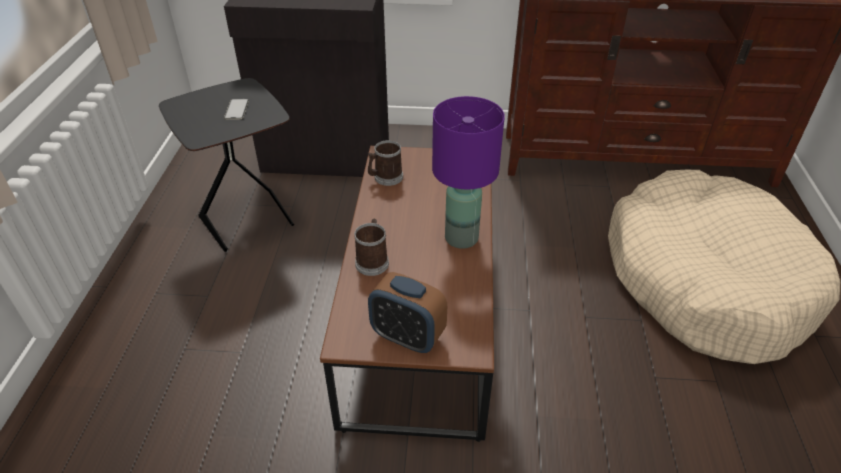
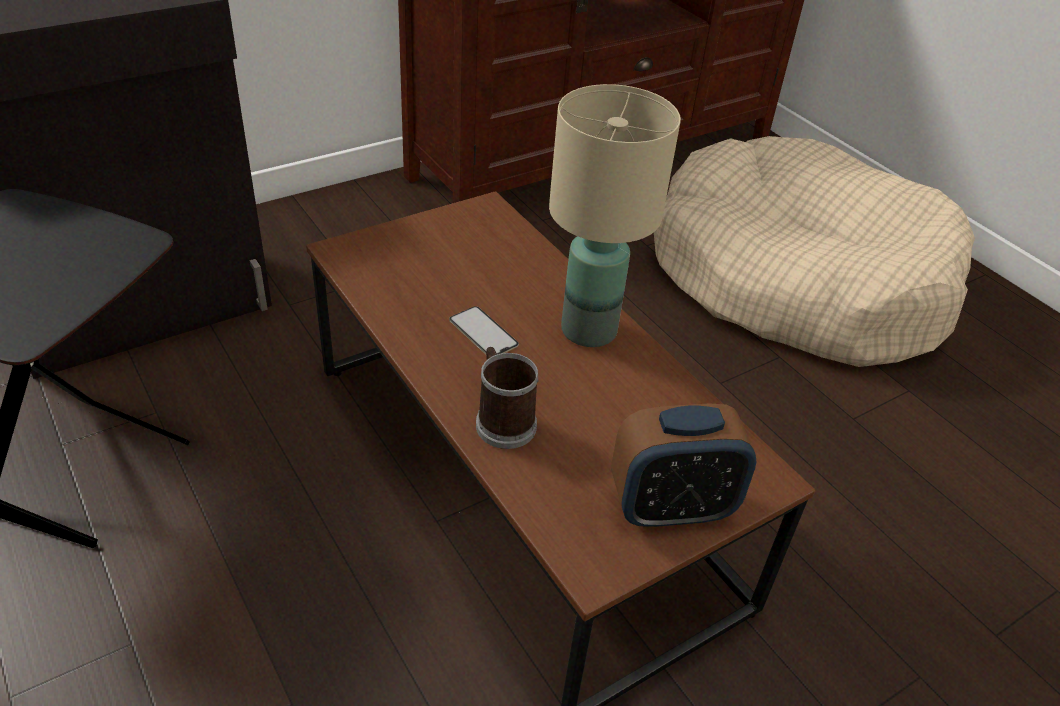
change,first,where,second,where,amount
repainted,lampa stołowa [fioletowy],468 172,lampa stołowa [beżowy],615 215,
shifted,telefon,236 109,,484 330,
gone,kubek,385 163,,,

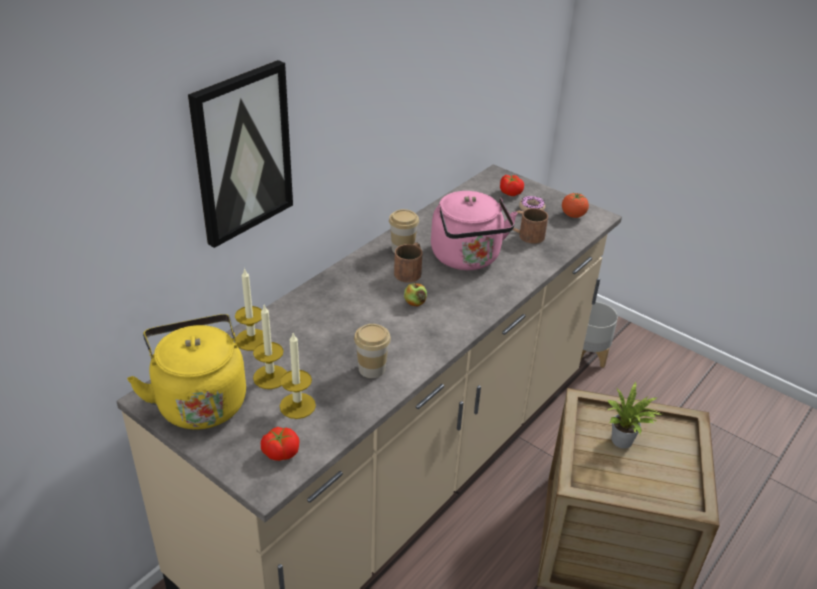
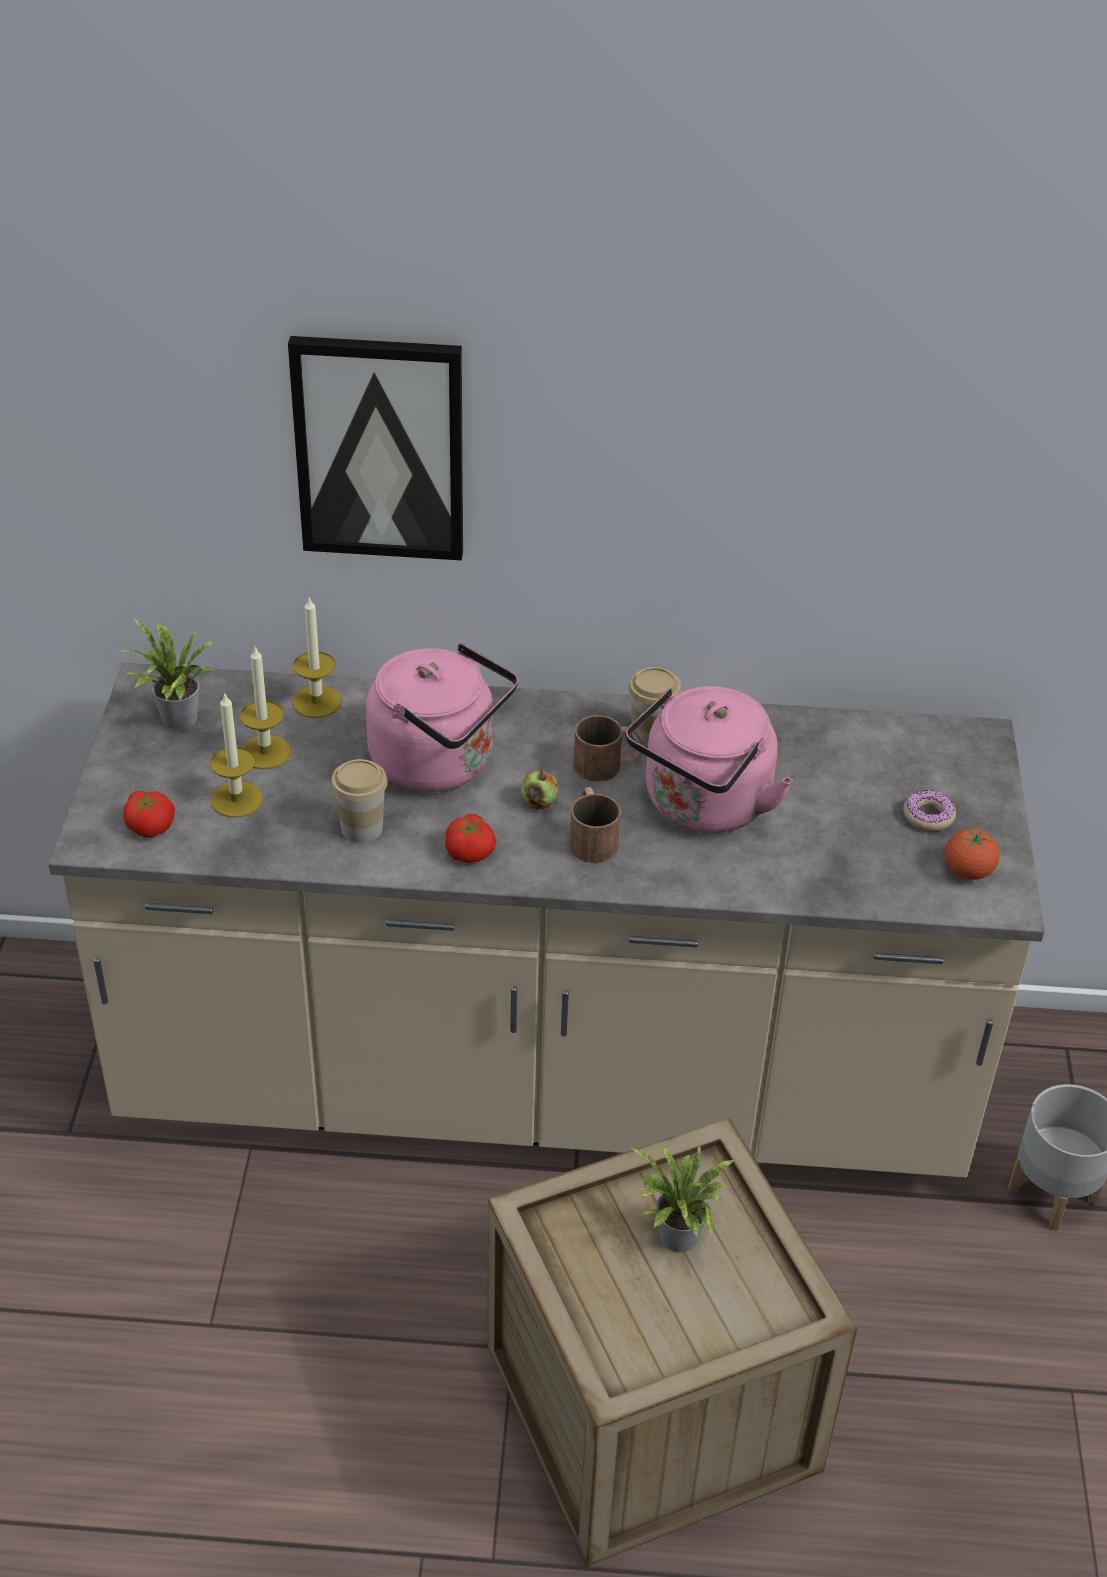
change,first,where,second,where,amount
shifted,pomidor,512 185,,470 838,
shifted,kubek [brązowy],530 226,,595 825,
swapped,czajnik [żółty],186 372,roślina doniczkowa,167 673,
new,,,czajnik [różowy],442 717,

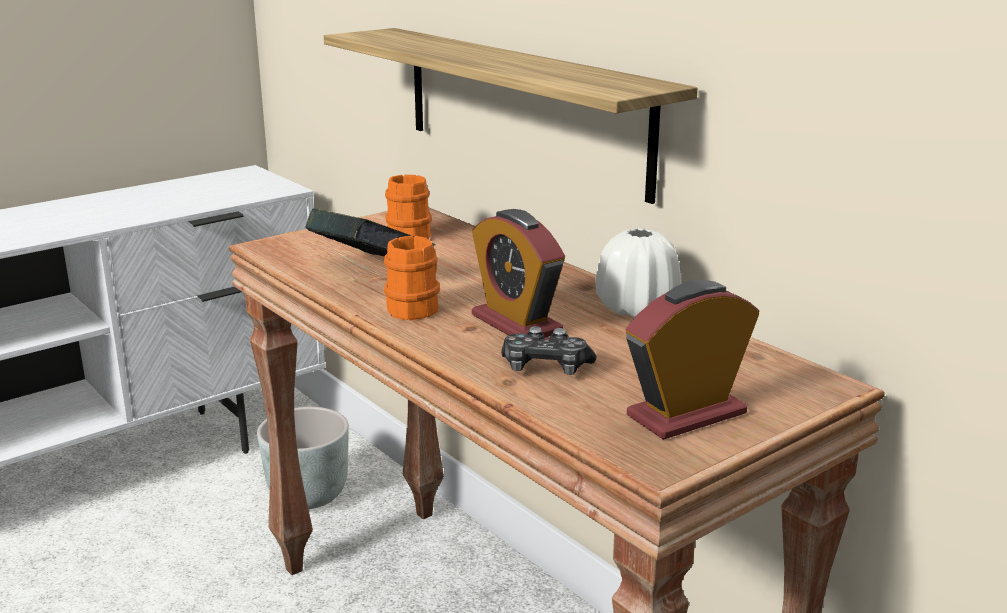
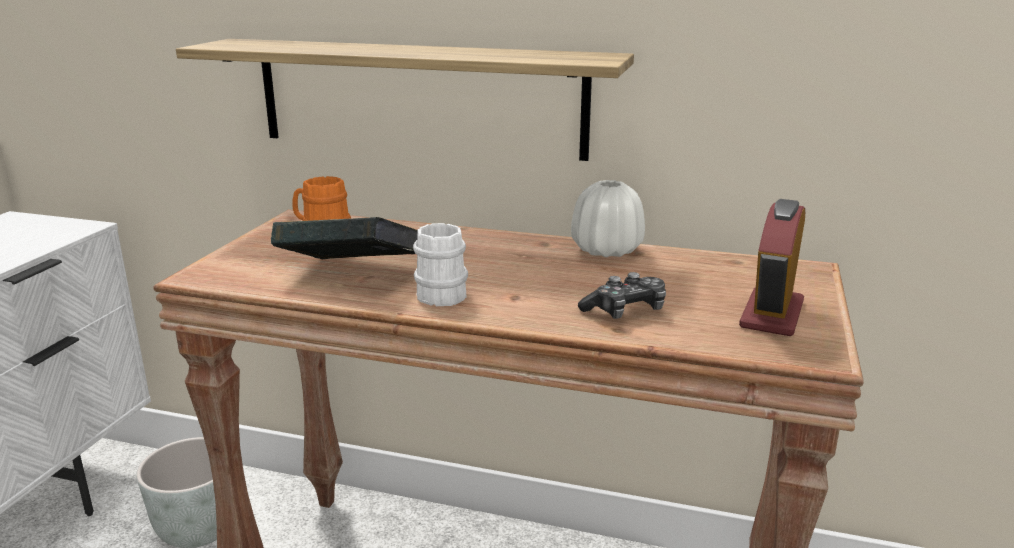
change,first,where,second,where,amount
gone,budzik,518 273,,,
repainted,kubek [pomarańczowy],412 278,kubek [biały],440 264,

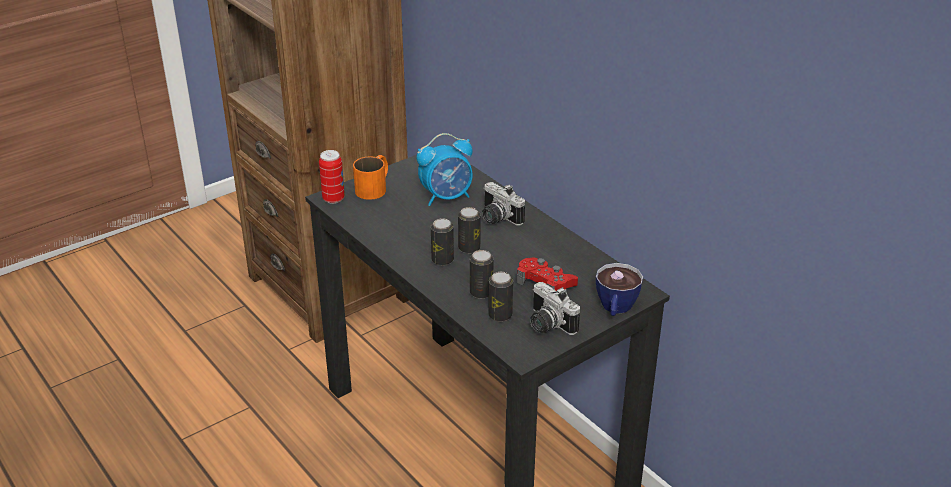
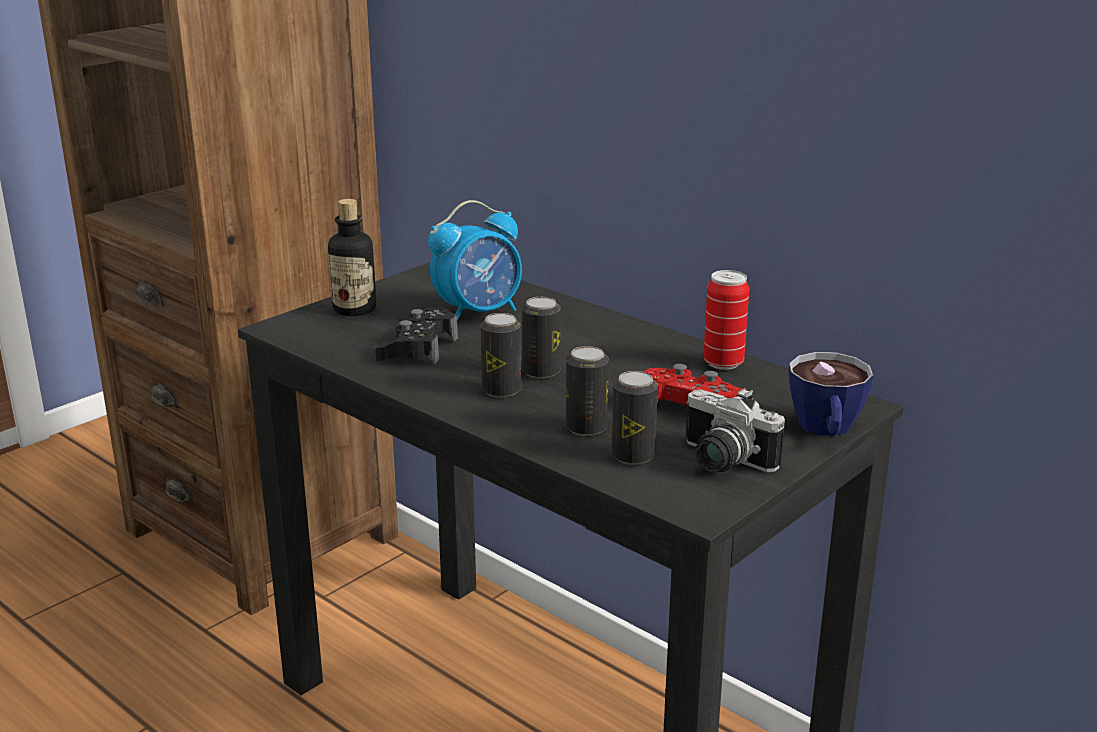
change,first,where,second,where,amount
shifted,puszka,332 177,,726 320,
swapped,kubek [pomarańczowy],370 177,butelka,352 257,
gone,aparat fotograficzny,503 204,,,
new,,,pad do gier [czarny],416 335,

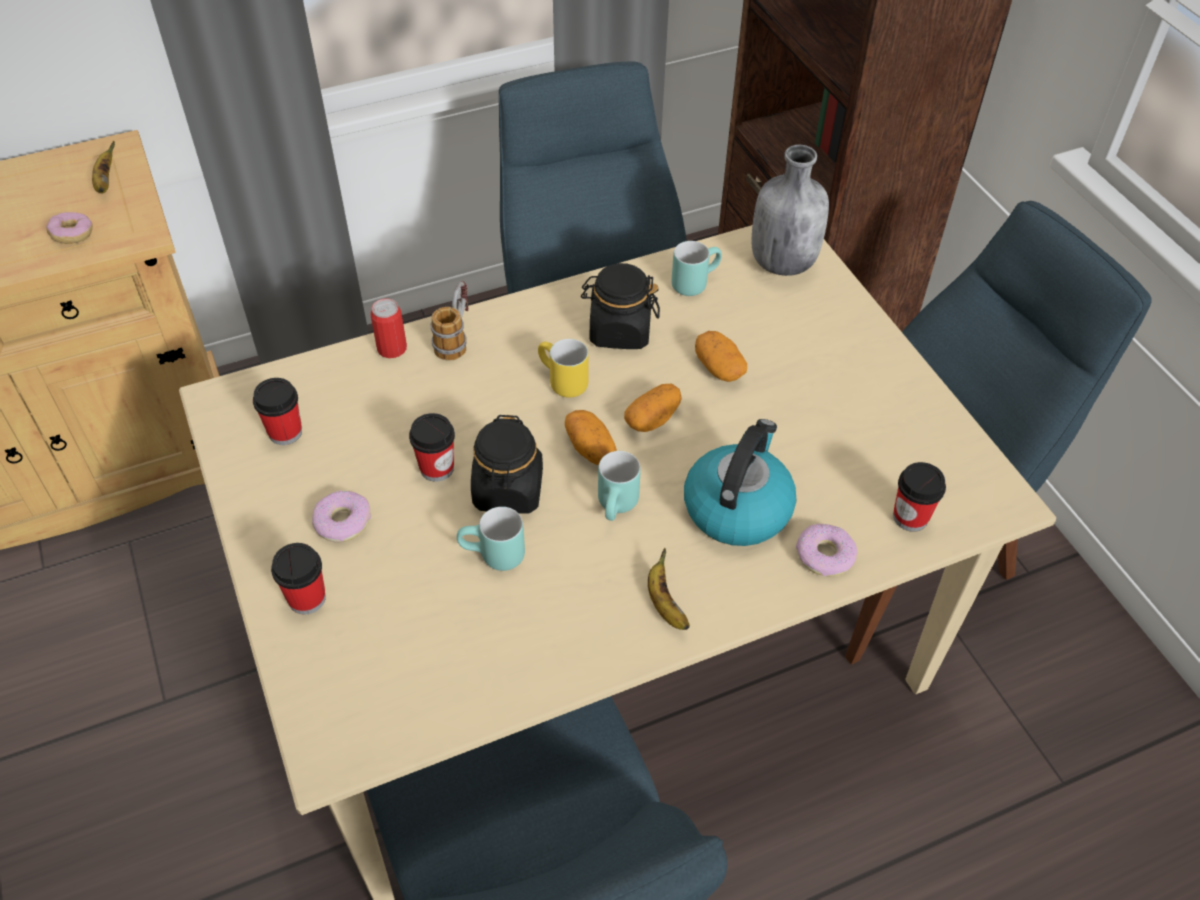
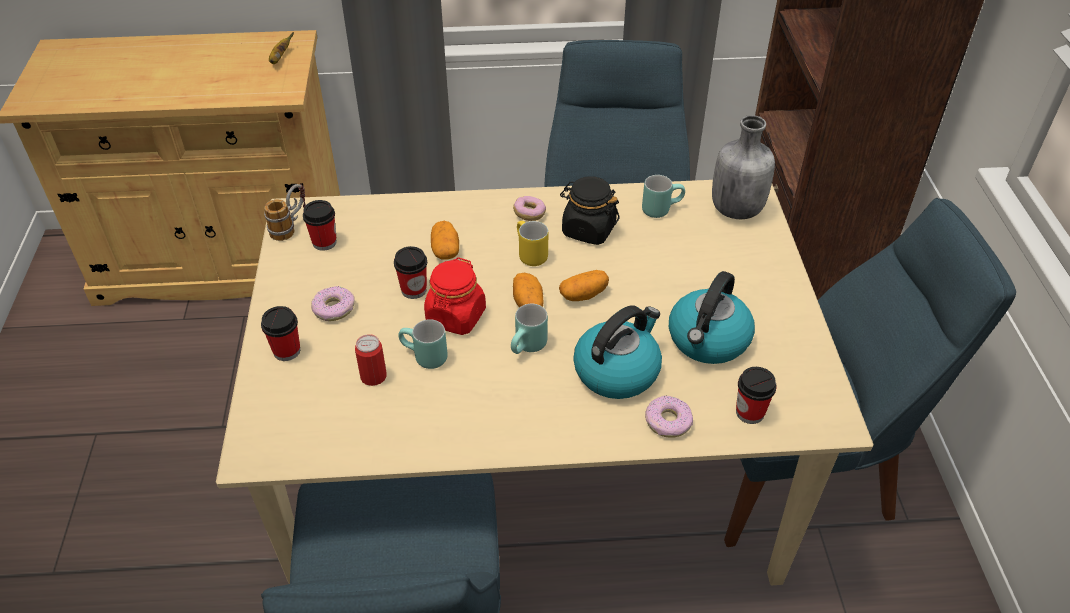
change,first,where,second,where,amount
shifted,donut,69 228,,529 208,
shifted,kubek,450 321,,285 212,
shifted,puszka,389 328,,371 360,
shifted,ziemniak,721 356,,445 240,
repainted,słoik [czarny],507 464,słoik [czerwony],455 296,
gone,banan,669 589,,,
new,,,czajnik,712 317,

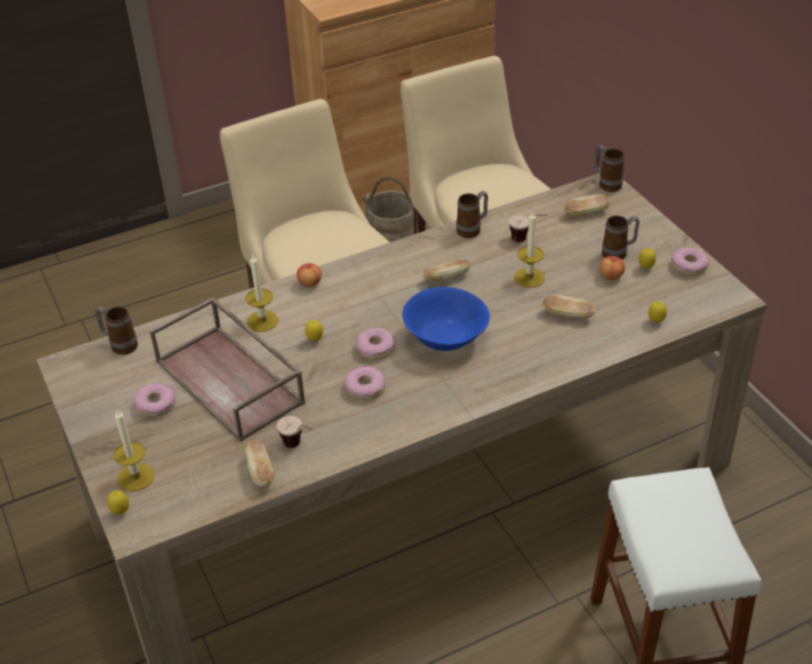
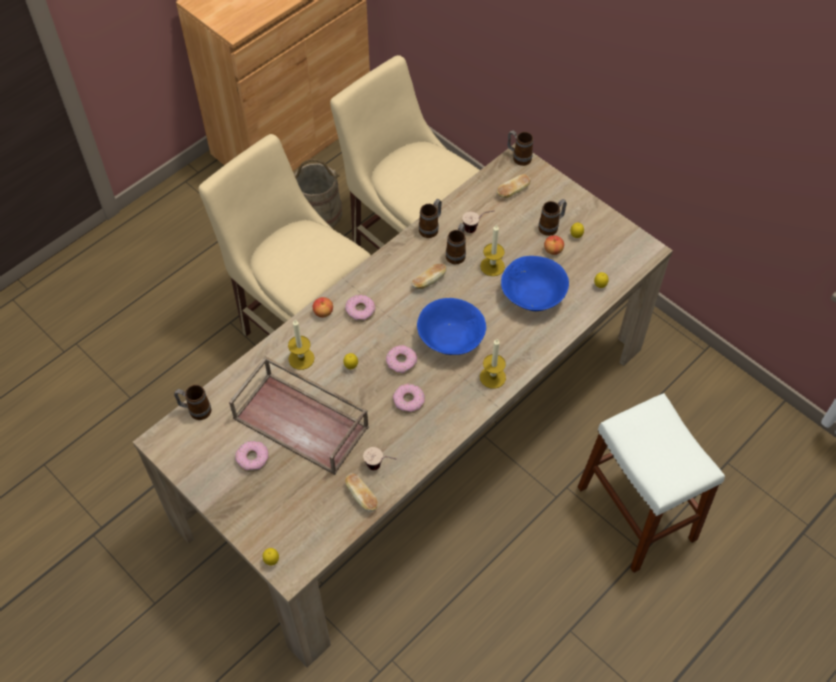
change,first,where,second,where,amount
shifted,donut,690 261,,360 308,
swapped,chleb,569 306,miska [niebieski],535 283,
shifted,świeca,133 450,,493 364,
new,,,kubek,456 243,

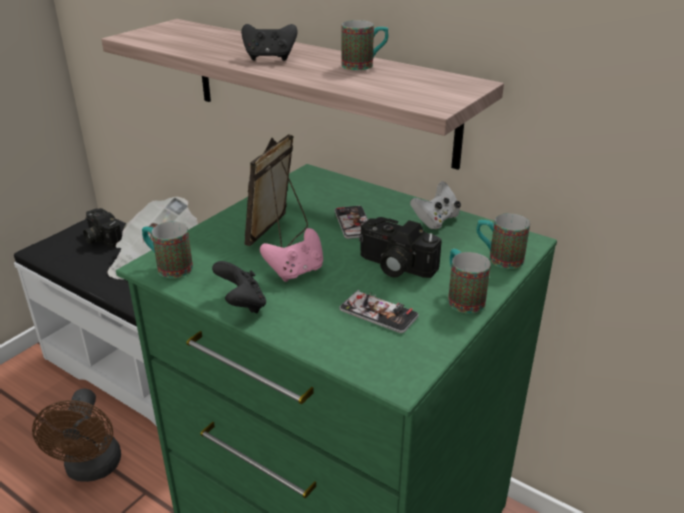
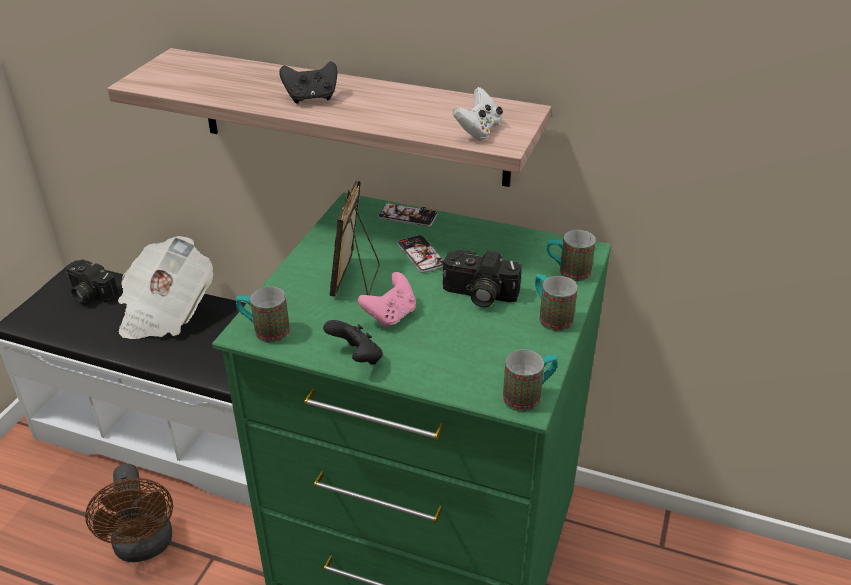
change,first,where,second,where,amount
shifted,kubek,365 45,,530 381,
shifted,pad do gier [biały],435 205,,478 113,
shifted,telefon,379 311,,408 214,

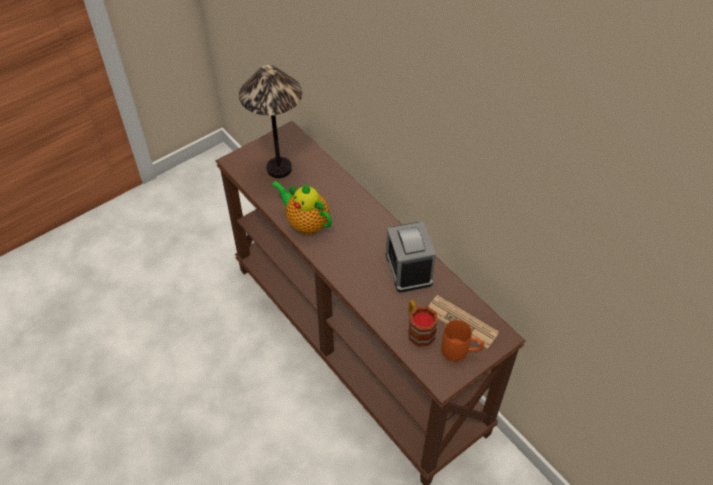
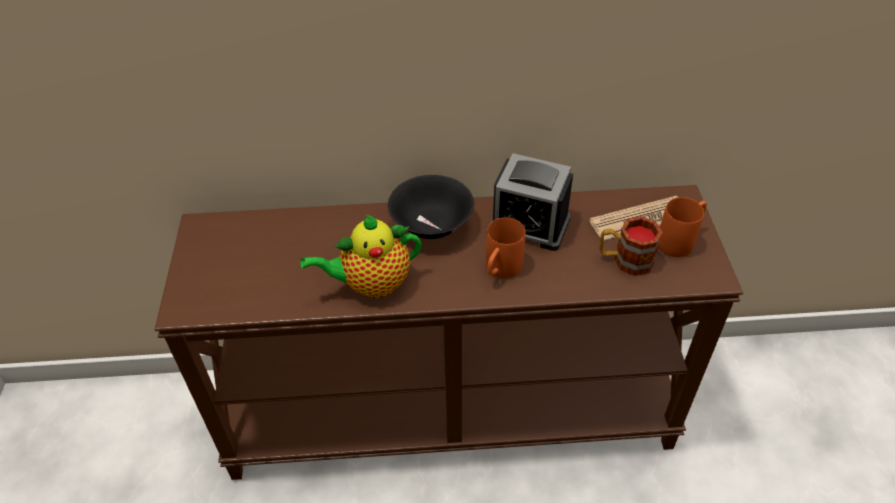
change,first,where,second,where,amount
gone,lampa stołowa,270 121,,,
new,,,miska [czarny],431 207,
new,,,kubek [pomarańczowy],505 247,

